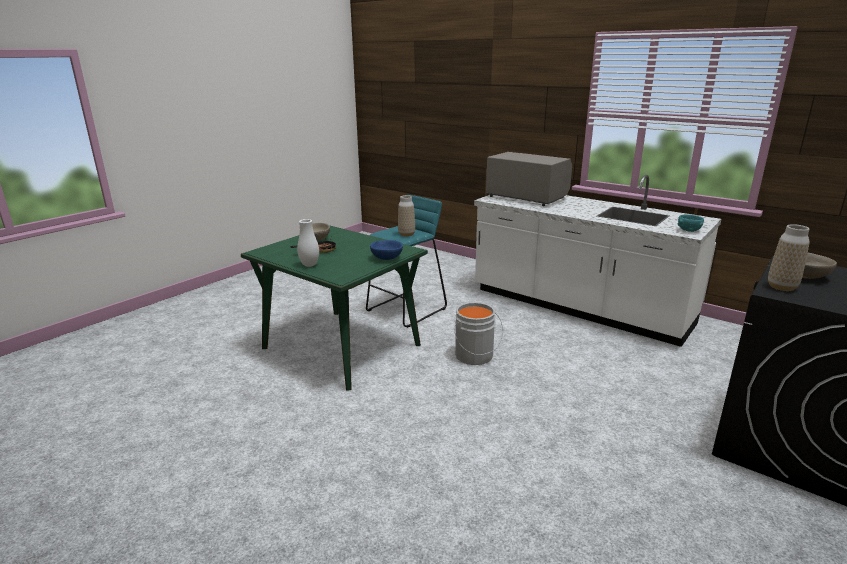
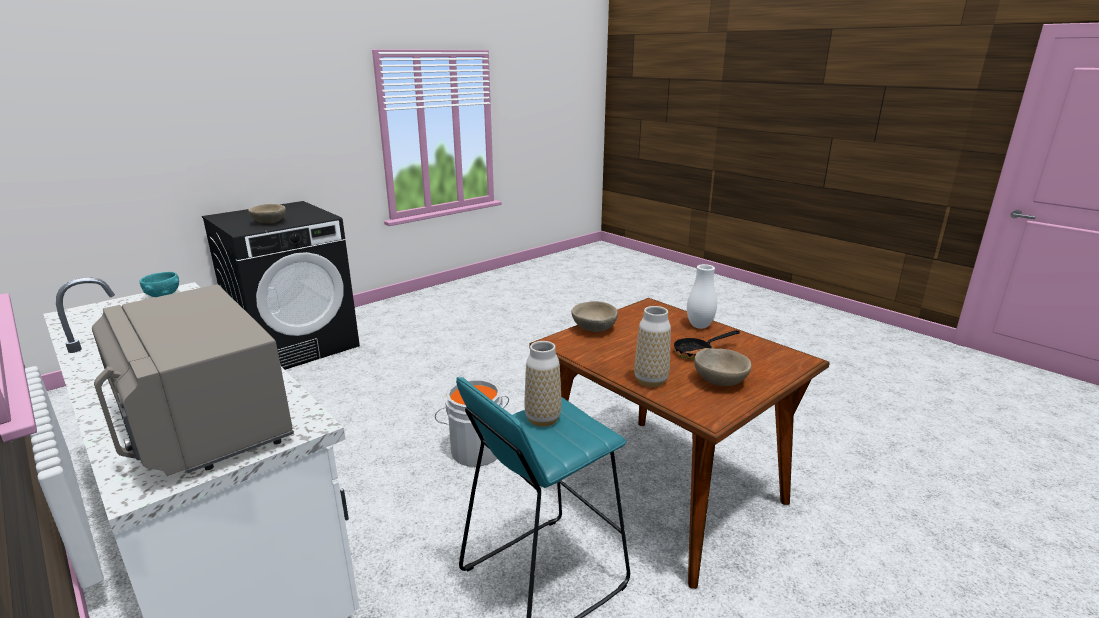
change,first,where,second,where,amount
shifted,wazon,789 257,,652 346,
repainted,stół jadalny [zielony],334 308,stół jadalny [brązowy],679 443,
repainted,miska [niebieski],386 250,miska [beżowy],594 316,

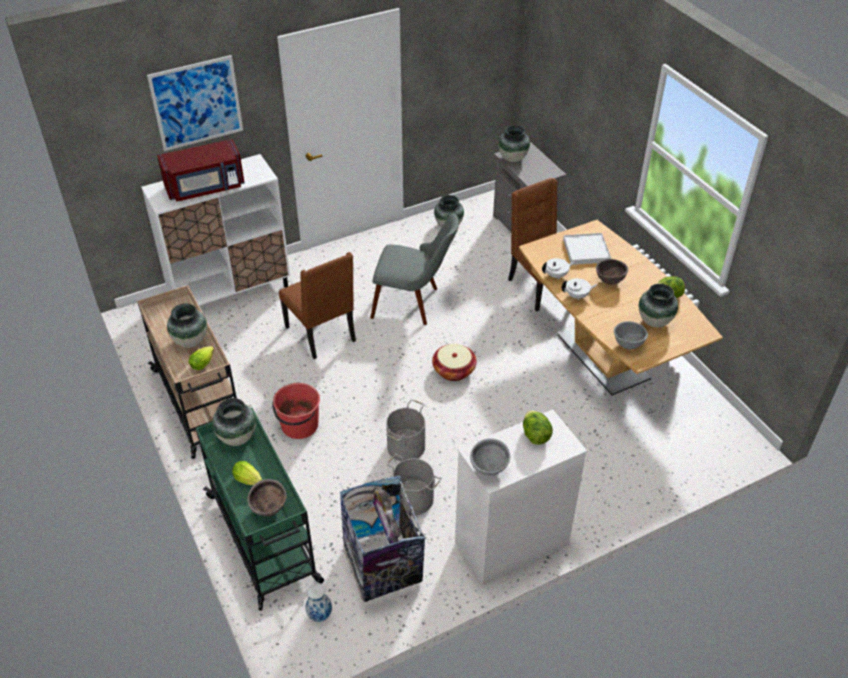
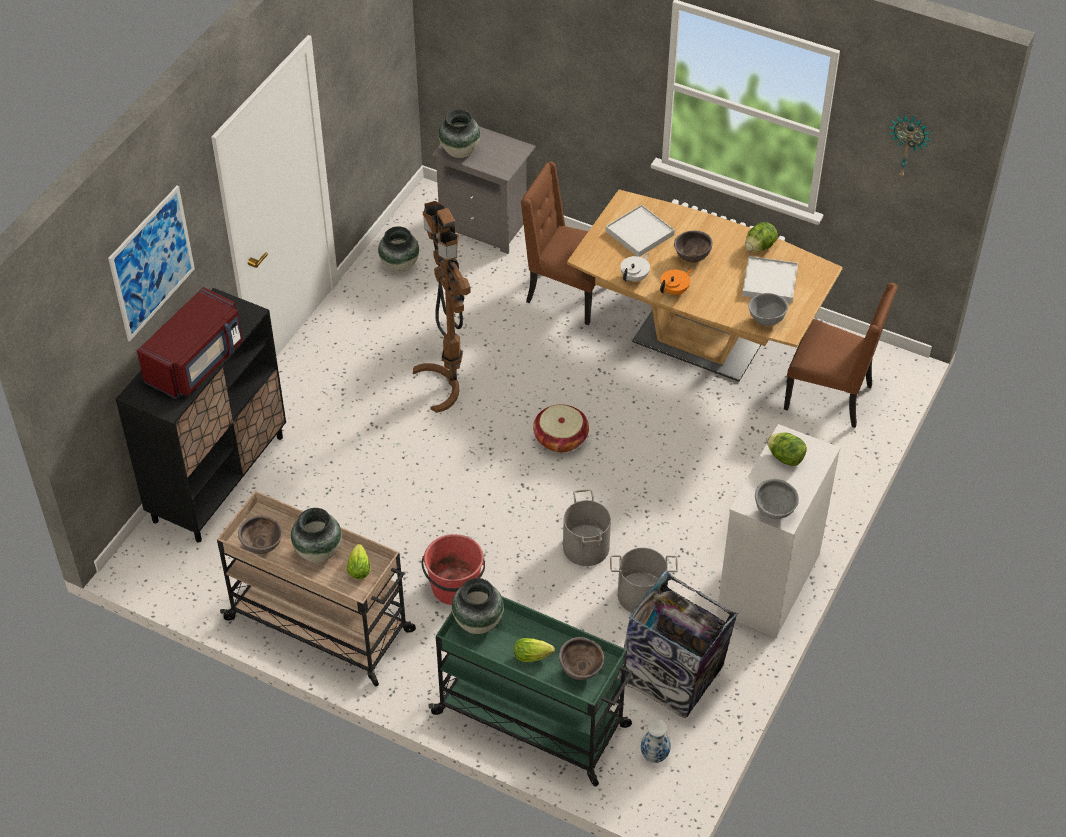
change,first,where,second,where,amount
repainted,szafka [biały],215 230,szafka [czarny],200 415,
swapped,krzesło [szary],414 269,lampa stojąca [brązowy],442 307,
shifted,krzesło [brązowy],317 305,,841 355,
repainted,imbryk [biały],579 289,imbryk [pomarańczowy],676 282,
swapped,wazon,658 305,taca [biały],770 279,
new,,,zegar ścienny,909 145,
new,,,miska [brązowy],260 534,

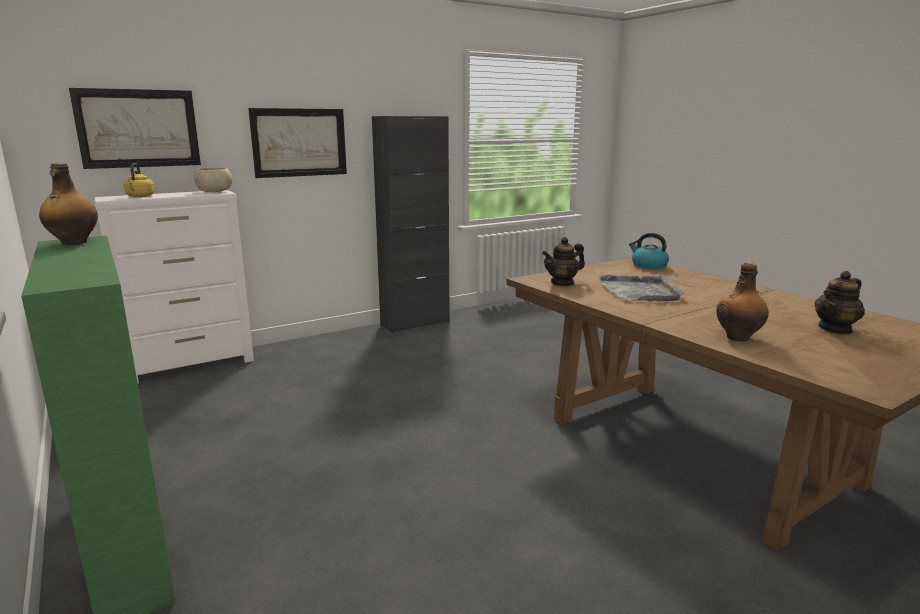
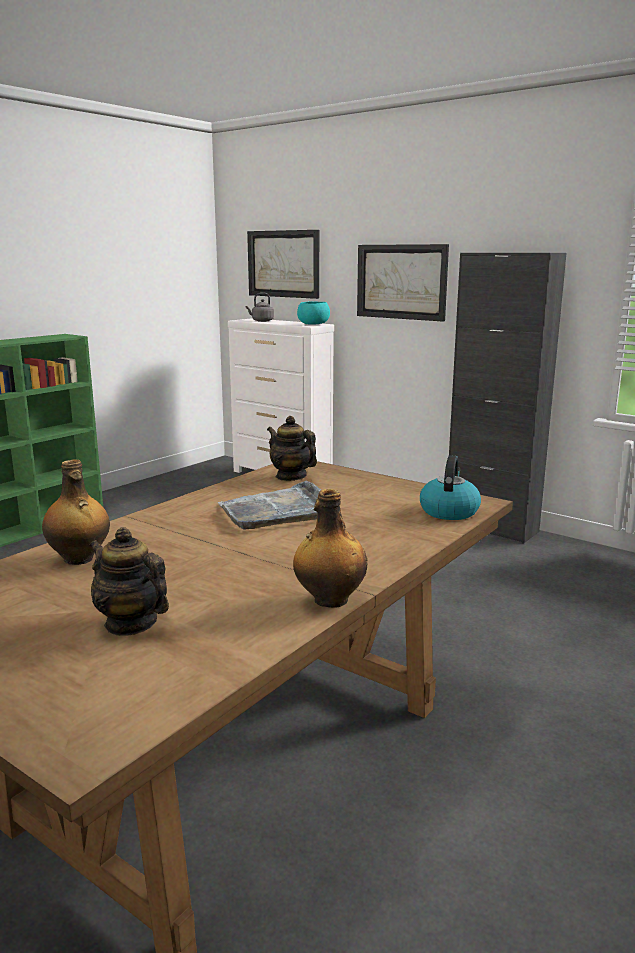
change,first,where,second,where,amount
shifted,butelka,68 204,,330 548,
repainted,czajnik [żółty],139 180,czajnik [szary],260 307,
repainted,miska [beżowy],213 179,miska [turkusowy],313 313,

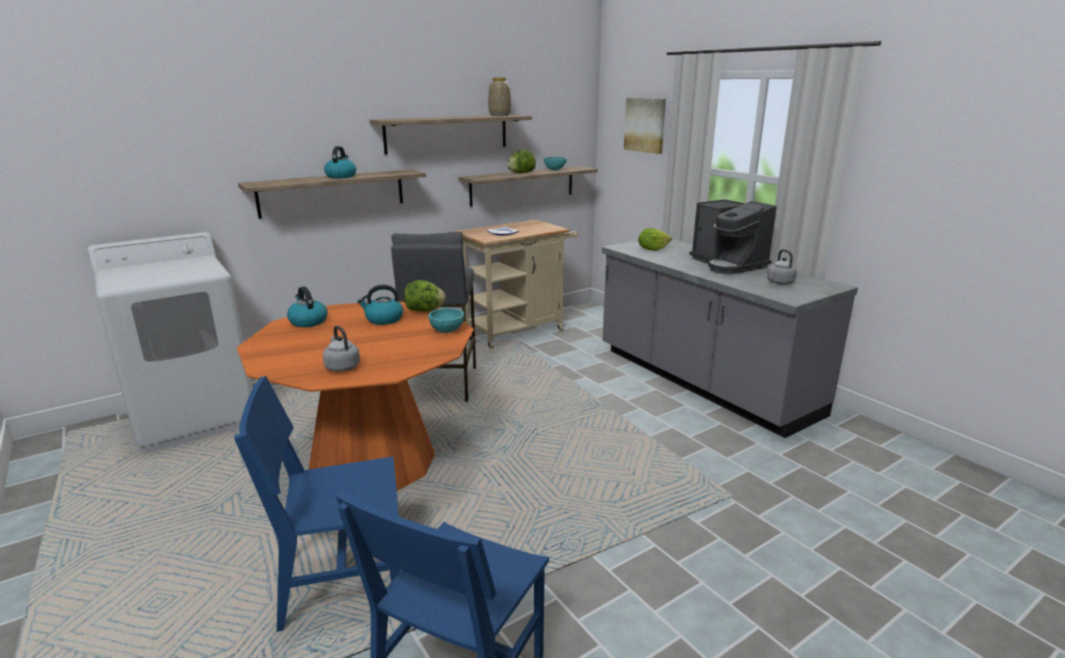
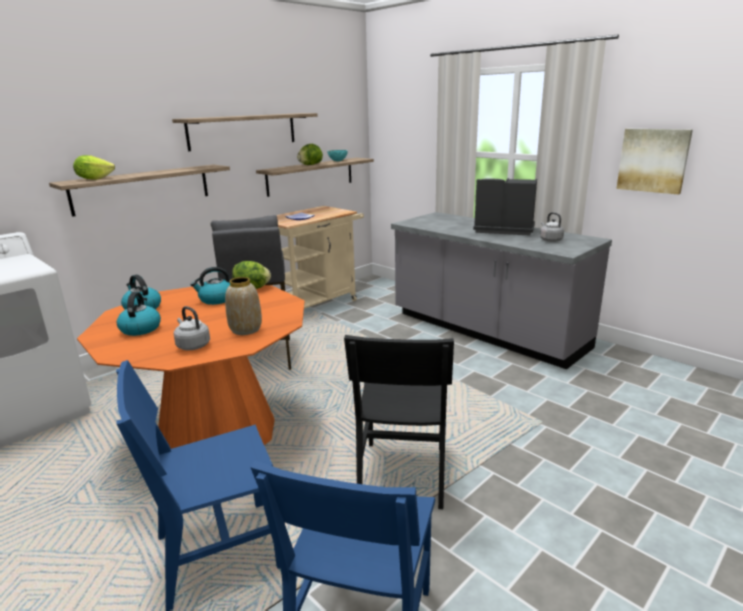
change,first,where,second,where,amount
shifted,wazon,499 97,,243 306,
shifted,obraz,645 126,,654 162,
shifted,czajnik,340 162,,139 314,
rotated,ekspres do kawy,733 236,,505 207,150 degrees clockwise
shifted,sałata,655 239,,94 167,
gone,miska [turkusowy],446 320,,,
new,,,krzesło [czarny],399 422,

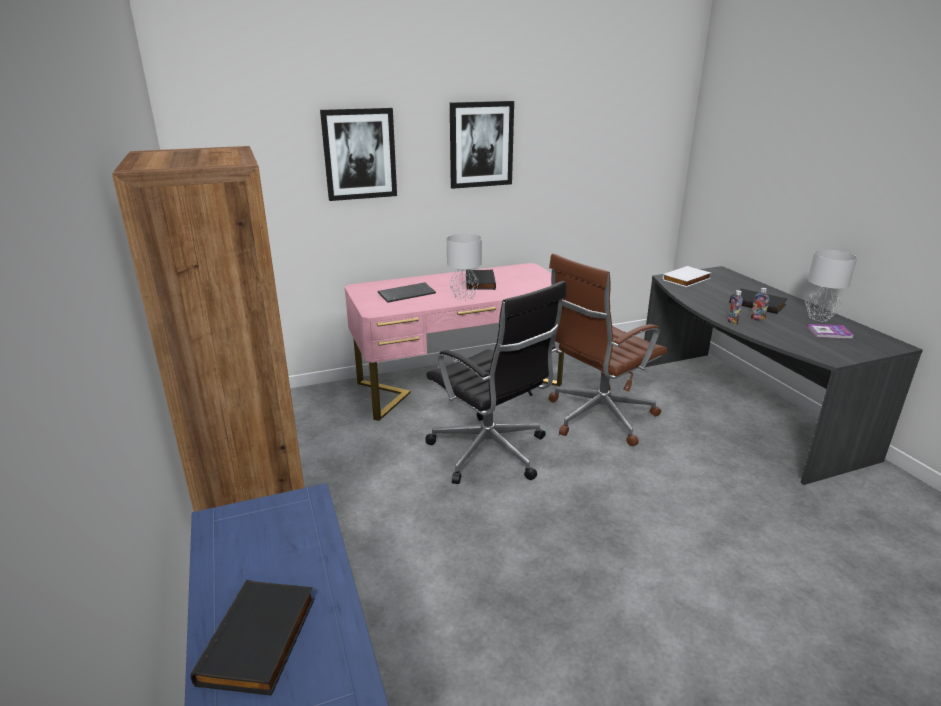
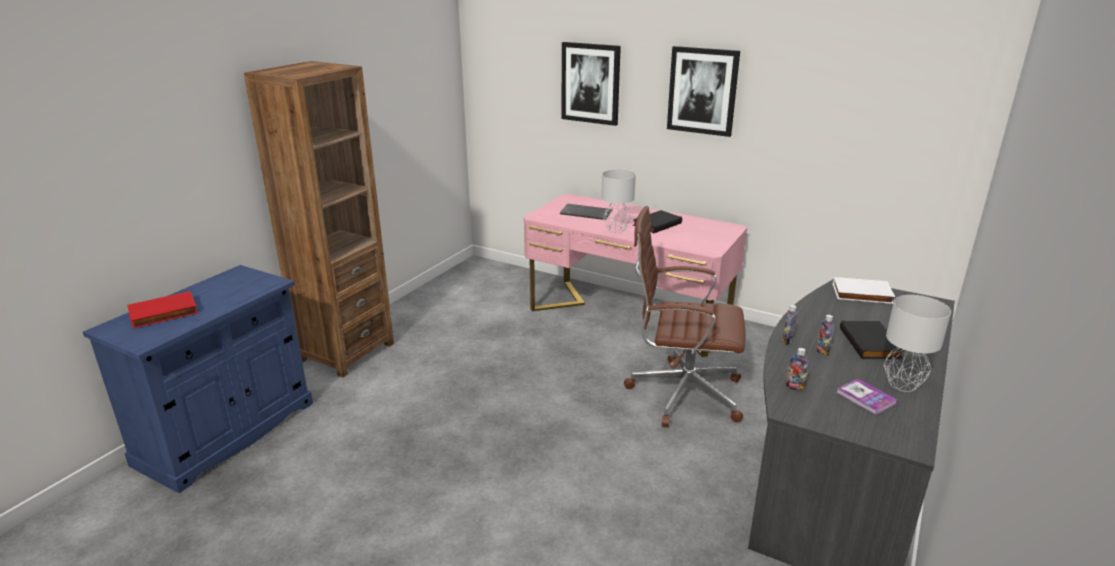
change,first,where,second,where,amount
gone,krzesło biurowe [czarny],495 382,,,
repainted,książka [czarny],253 638,książka [czerwony],162 310,
new,,,butelka,797 369,

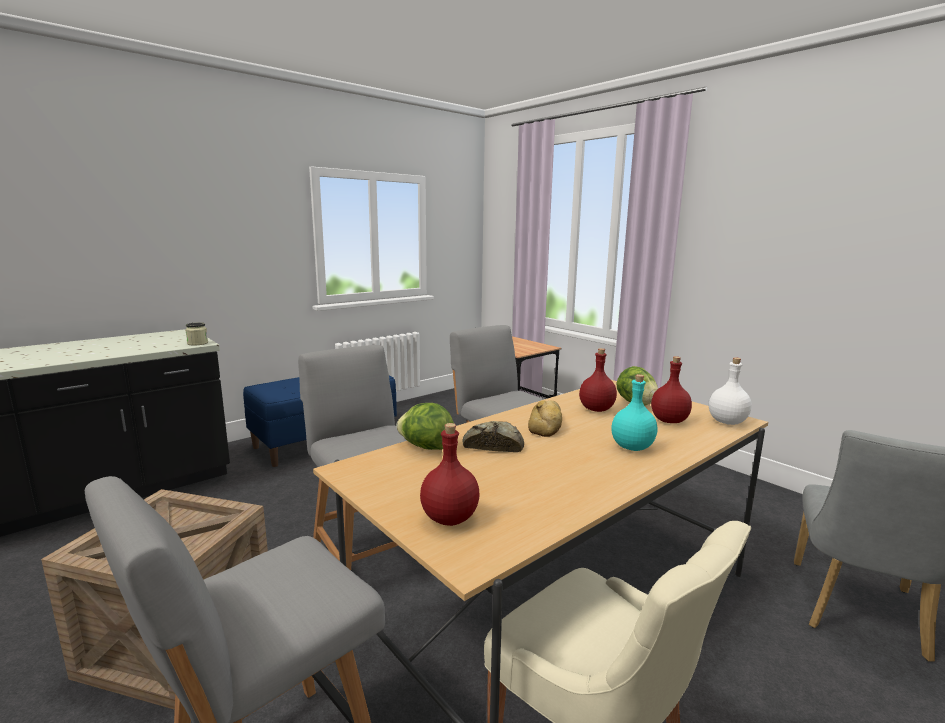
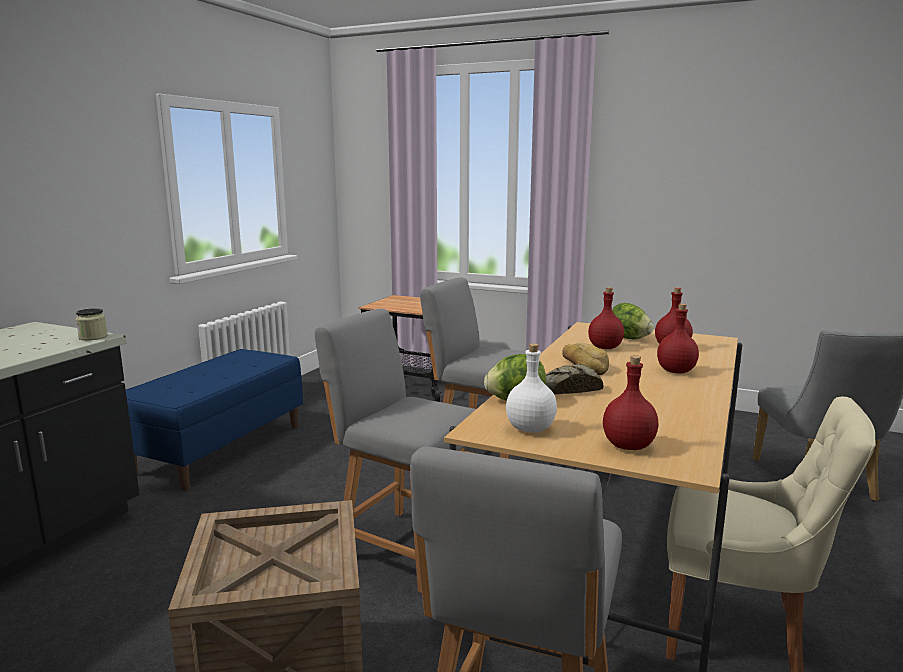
change,first,where,second,where,amount
shifted,butelka [biały],730 391,,531 388,
repainted,butelka [turkusowy],634 412,butelka [czerwony],678 338,

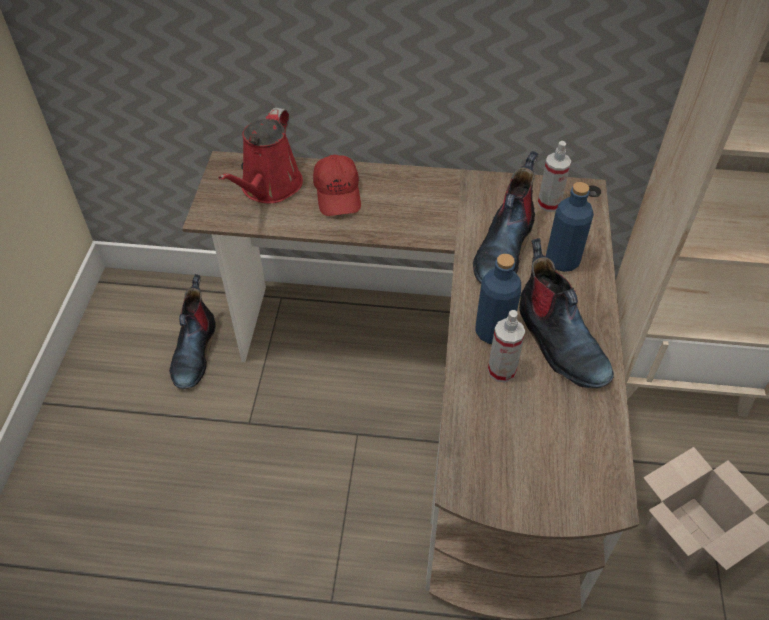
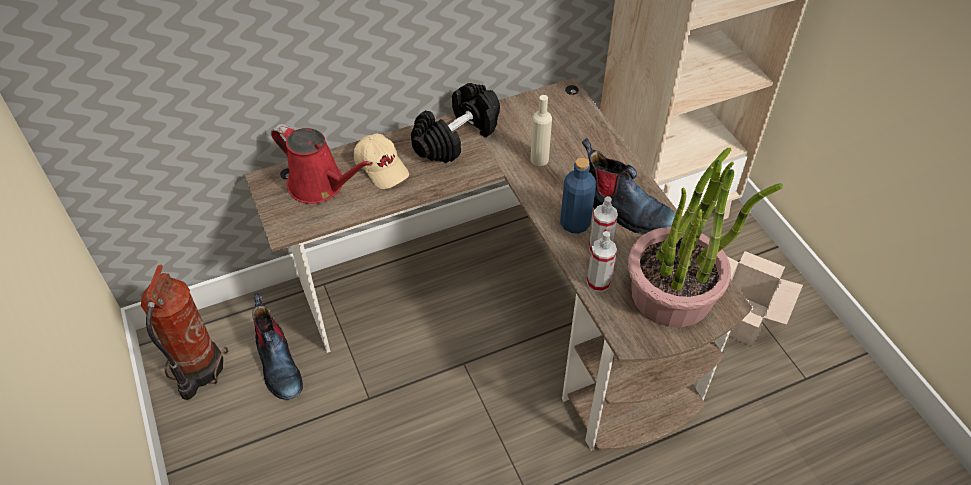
change,first,where,second,where,amount
rotated,konewka [czerwony],261 155,,322 164,45 degrees counterclockwise
shifted,spryskiwacz,554 176,,602 261,
swapped,but z cholewką,505 217,butelka [beżowy],541 130,
repainted,czapka z daszkiem [czerwony],337 185,czapka z daszkiem [beżowy],381 161,
gone,butelka [niebieski],570 227,,,
new,,,hantel [czarny],455 123,
new,,,roślina doniczkowa,705 237,
new,,,gaśnica,184 332,

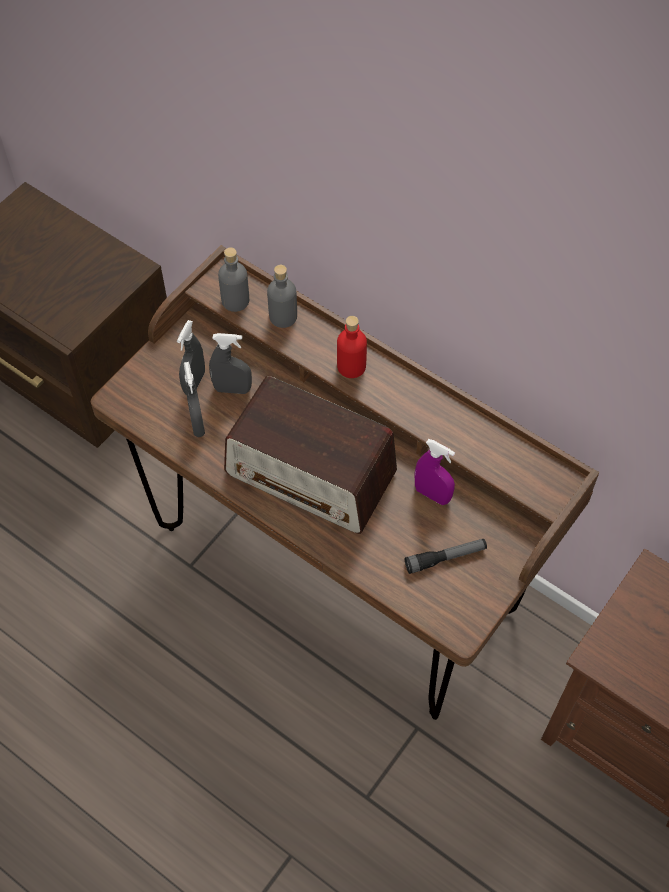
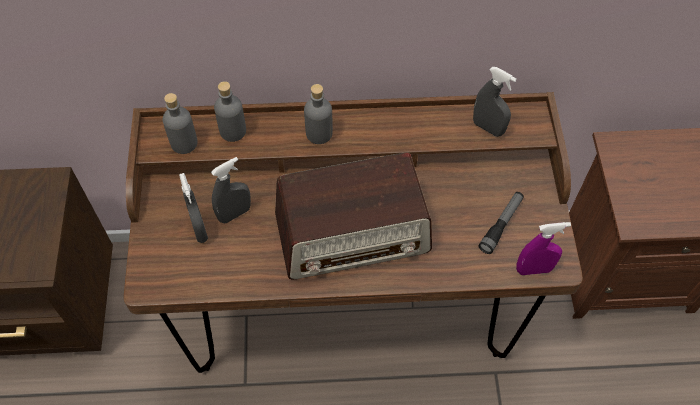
change,first,where,second,where,amount
repainted,butelka [czerwony],352 347,butelka [szary],318 114,
shifted,spryskiwacz [szary],194 399,,495 102,
shifted,spryskiwacz [fioletowy],434 472,,543 248,

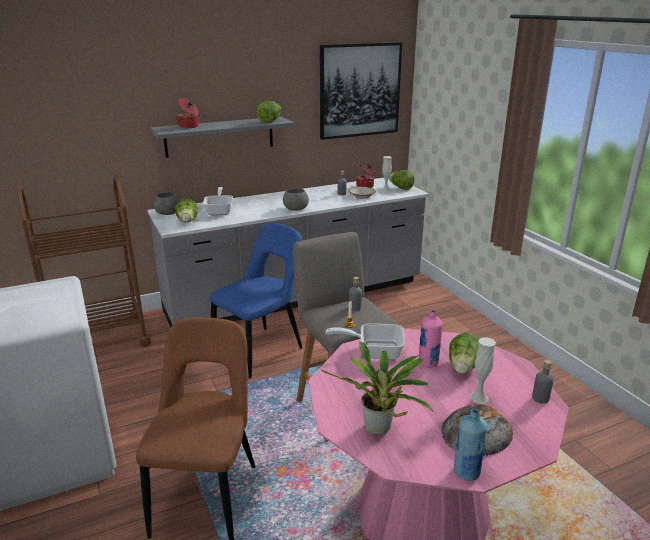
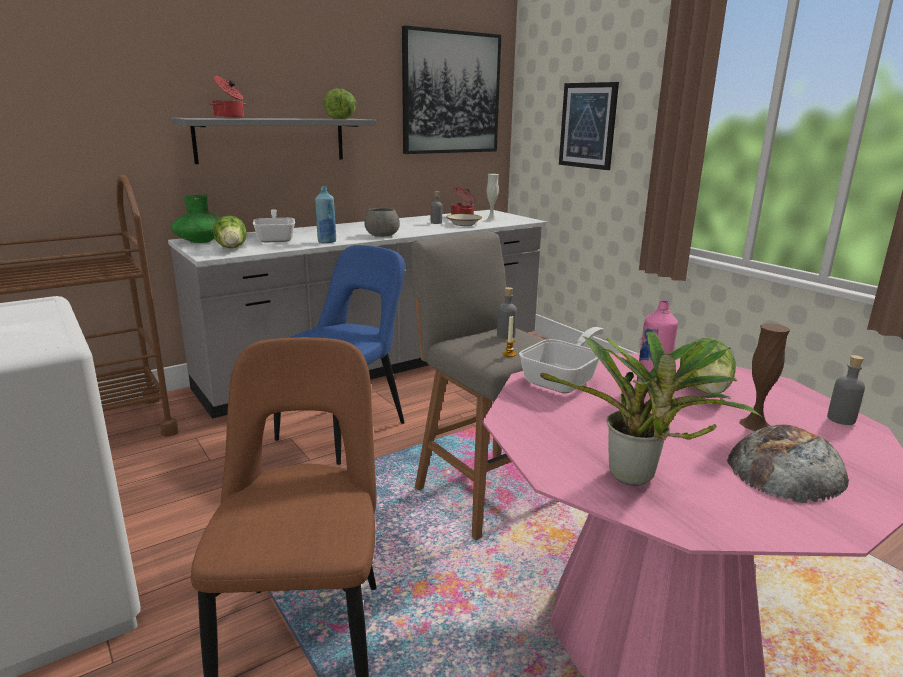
change,first,where,second,where,amount
gone,sałata,402 180,,,
swapped,miska [szary],166 203,wazon [zielony],195 219,
rotated,patelnia,365 341,,561 360,135 degrees clockwise
repainted,wazon [biały],483 370,wazon [brązowy],764 377,
shifted,butelka [niebieski],470 444,,325 214,
new,,,obraz,589 126,

